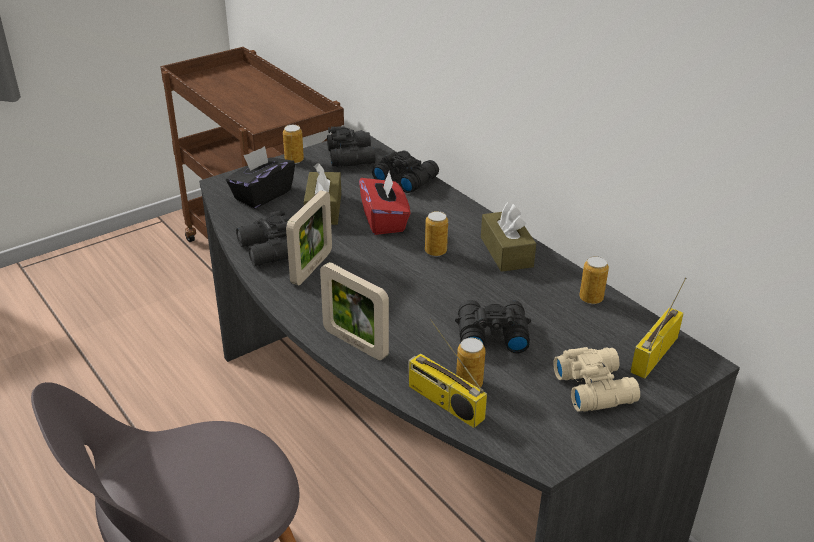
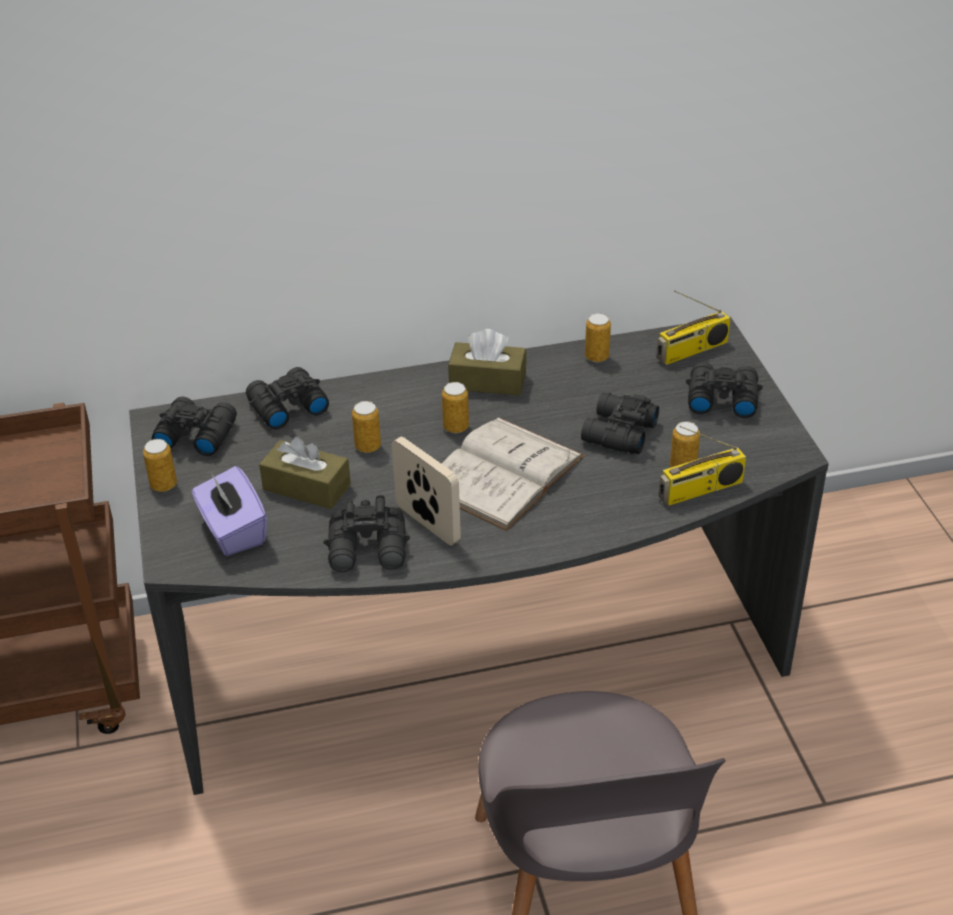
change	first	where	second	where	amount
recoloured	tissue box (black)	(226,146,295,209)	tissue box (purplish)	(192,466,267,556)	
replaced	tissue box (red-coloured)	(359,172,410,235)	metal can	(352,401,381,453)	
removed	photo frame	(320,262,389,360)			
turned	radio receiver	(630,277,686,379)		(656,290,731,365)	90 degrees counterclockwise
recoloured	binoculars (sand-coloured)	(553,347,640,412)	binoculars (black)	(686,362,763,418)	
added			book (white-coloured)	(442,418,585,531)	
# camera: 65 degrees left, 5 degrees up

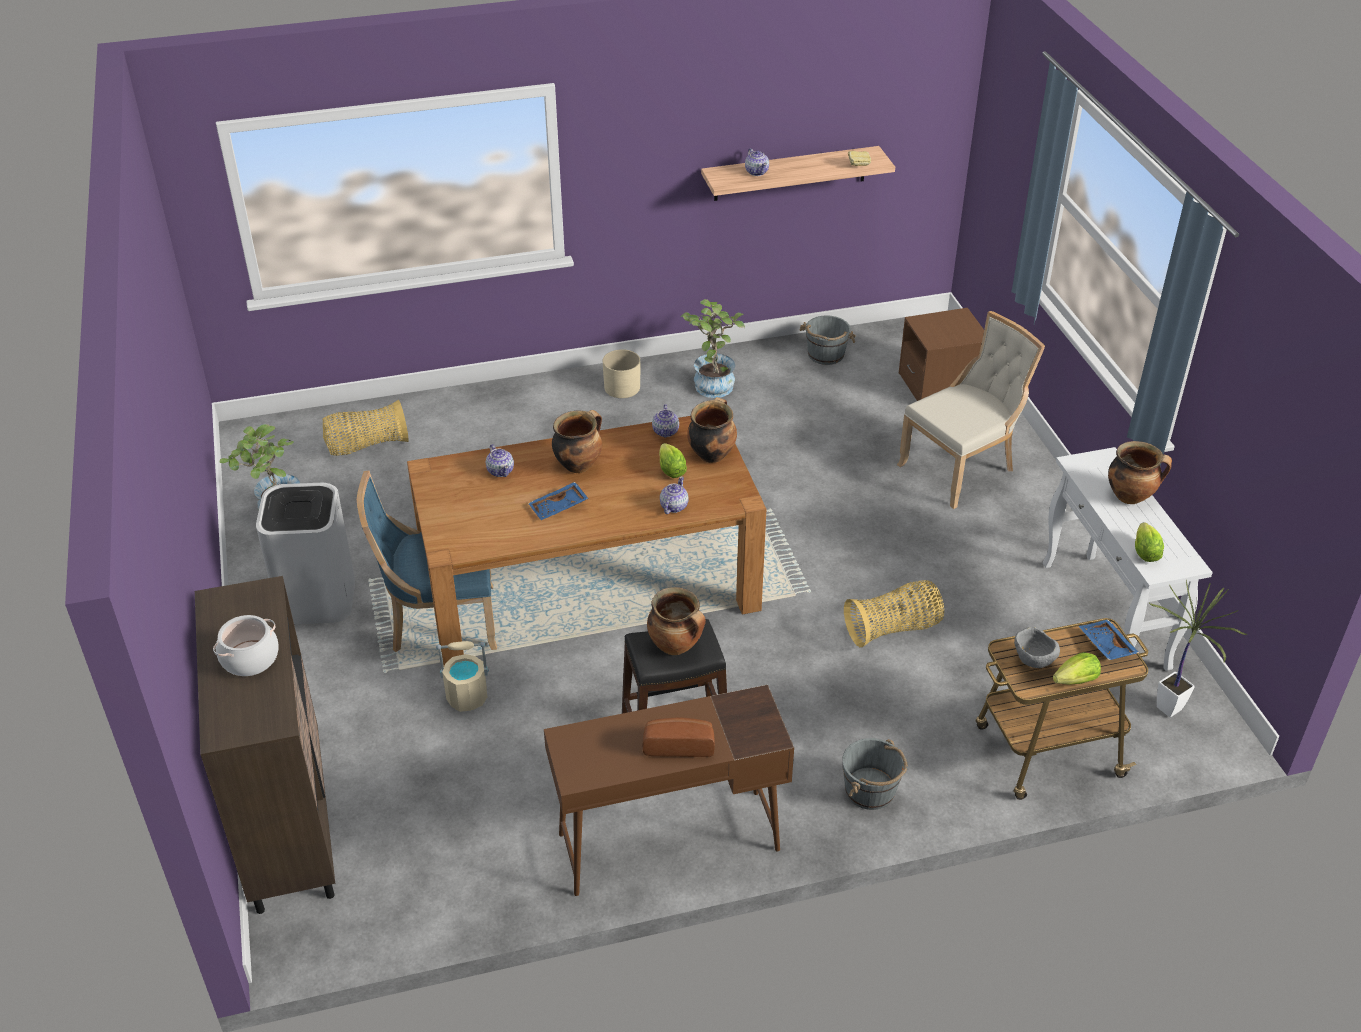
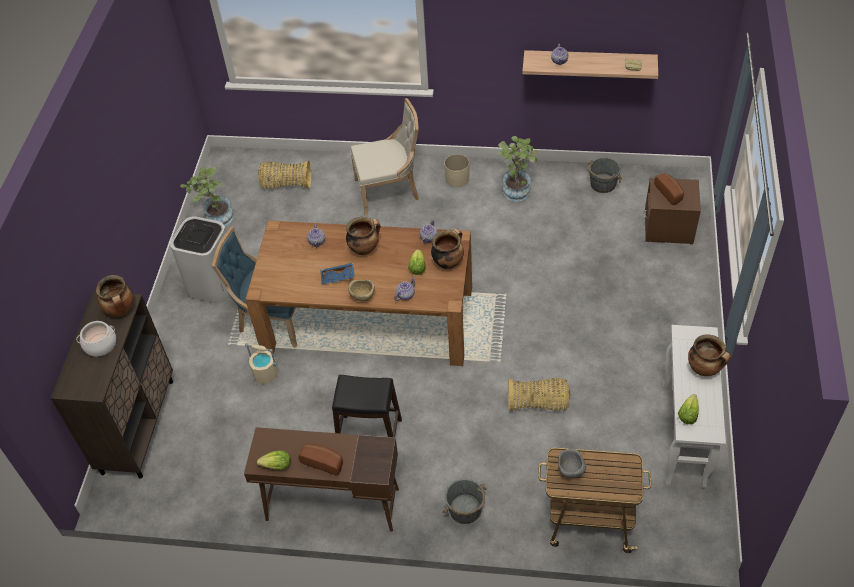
change	first	where	second	where	amount
moved	upright chair (sand-coloured)	(897,311,1045,509)		(350,98,419,216)	
removed	houseplant	(1148,580,1247,717)			
moved	saucepot	(647,587,706,655)		(96,275,133,317)	
removed	tray (blue)	(1079,620,1139,660)			
moved	lettuce	(1053,652,1101,685)		(257,450,291,470)	
added			bakery bread	(654,173,684,205)	
added			bowl (sand-coloured)	(348,280,375,301)	
# camera: 25 degrees right, 10 degrees up

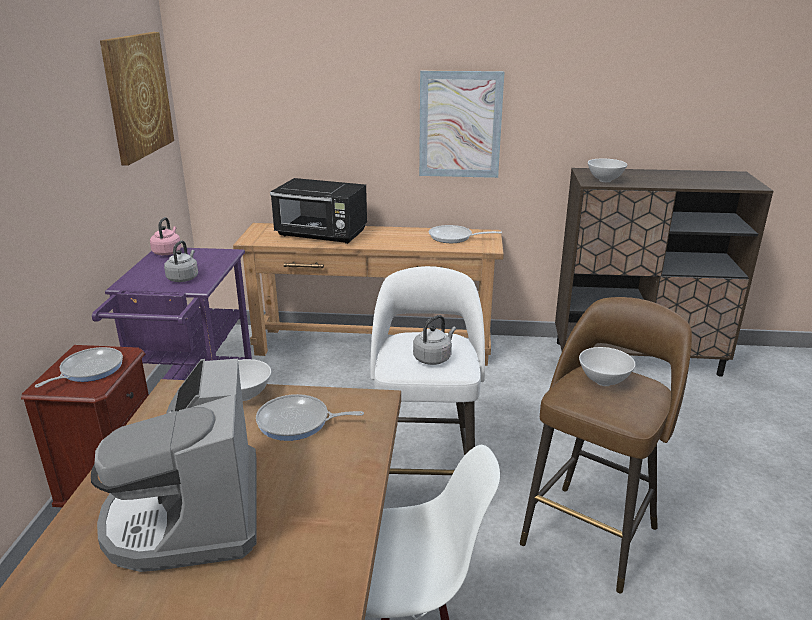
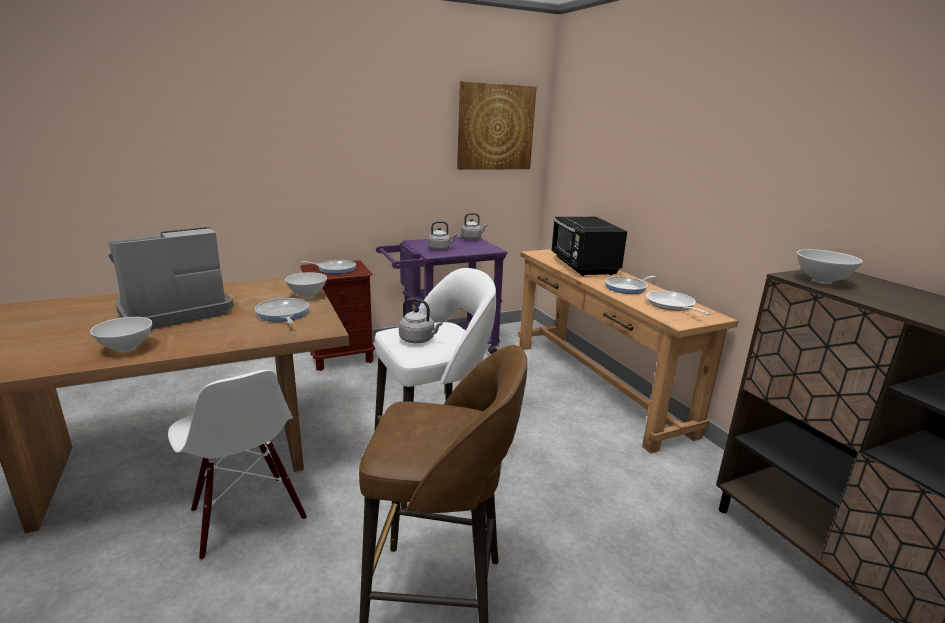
change	first	where	second	where	amount
removed	picture	(419,70,504,178)			
recoloured	water kettle (pink-coloured)	(150,217,181,255)	water kettle (grey)	(461,213,487,240)	
moved	bowl (white-coloured)	(579,347,636,386)		(90,317,152,352)	
added			frying pan	(605,276,656,294)	
# camera: 60 degrees right, 5 degrees down

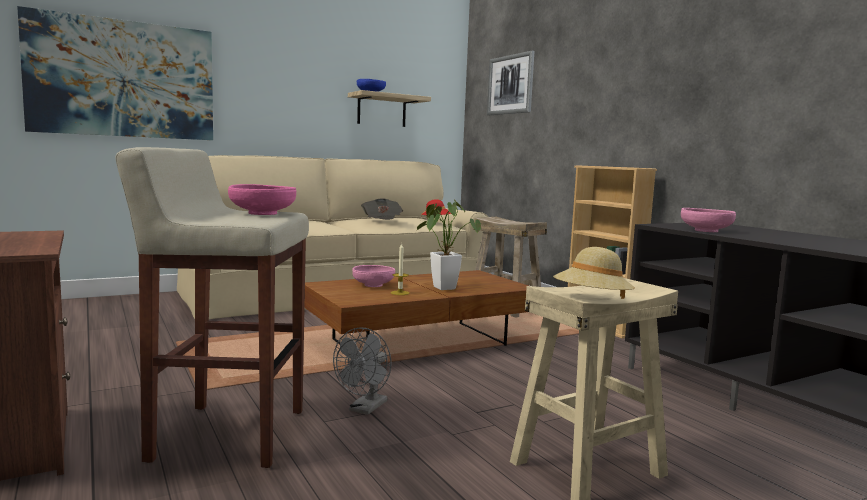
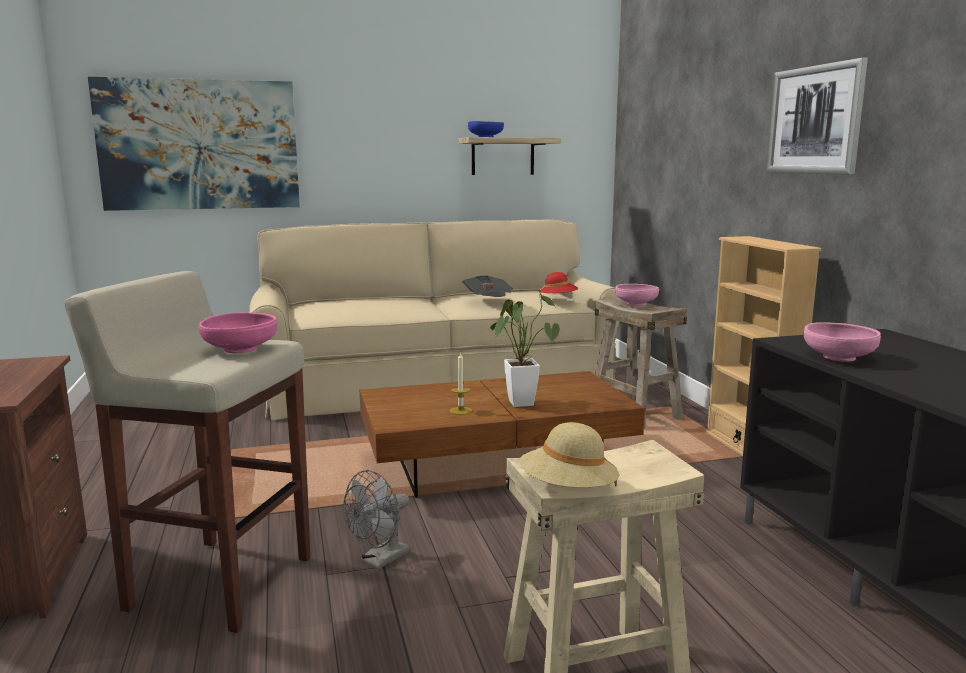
change	first	where	second	where	amount
moved	picture	(487,51,534,115)		(766,57,868,175)	
moved	bowl (pink-coloured)	(352,265,395,287)		(615,284,659,306)	
# camera: 15 degrees right, 5 degrees up

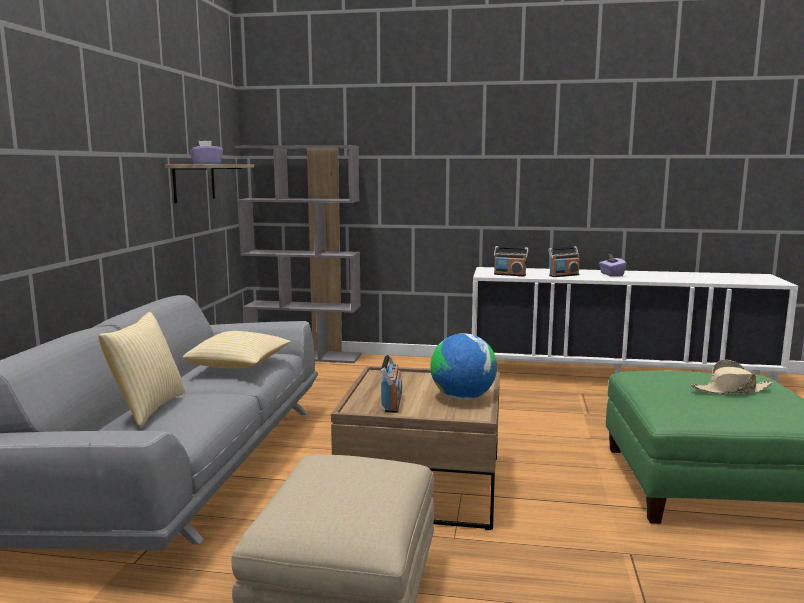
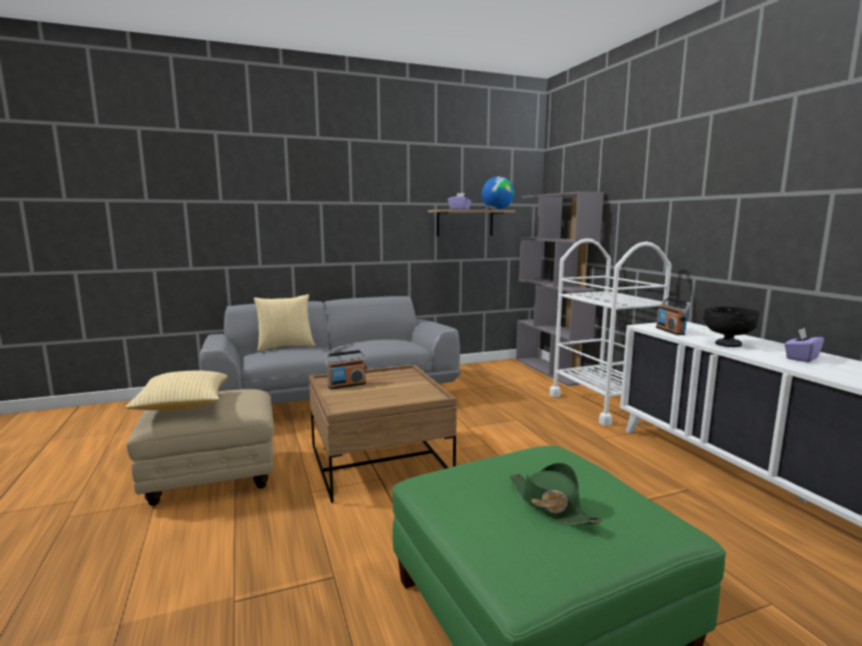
change	first	where	second	where	amount
replaced	radio receiver	(548,246,580,277)	bowl (black)	(703,307,760,347)	
moved	cushion	(183,331,291,369)		(126,370,228,411)	
moved	world globe	(430,333,497,400)		(482,177,514,210)	
recoloured	wearable hat (sand-coloured)	(690,359,774,394)	wearable hat (green)	(510,463,602,524)	
added			trolley (white-coloured)	(549,238,672,426)	
# camera: 60 degrees right, 0 degrees up

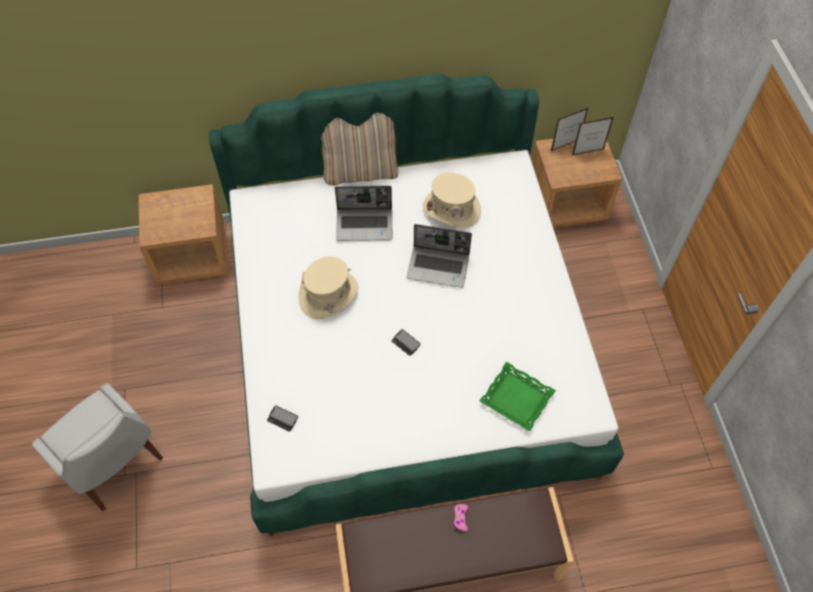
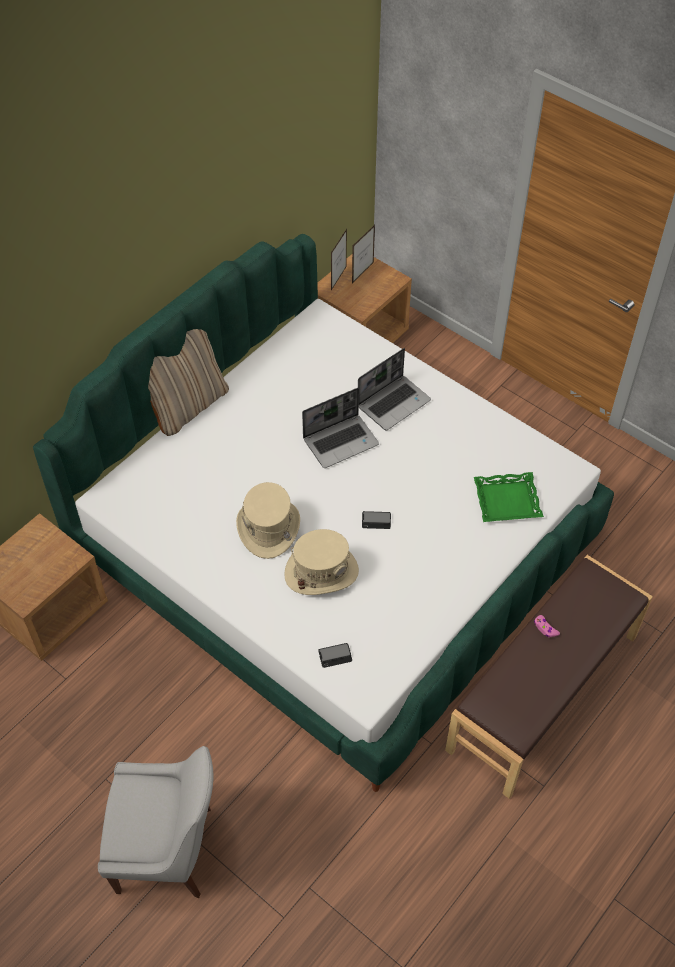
change	first	where	second	where	amount
moved	wearable hat (sand-coloured)	(423,173,481,228)		(284,529,359,595)	
moved	notebook computer	(335,186,392,241)		(358,348,431,430)	
# camera: 40 degrees left, 5 degrees down

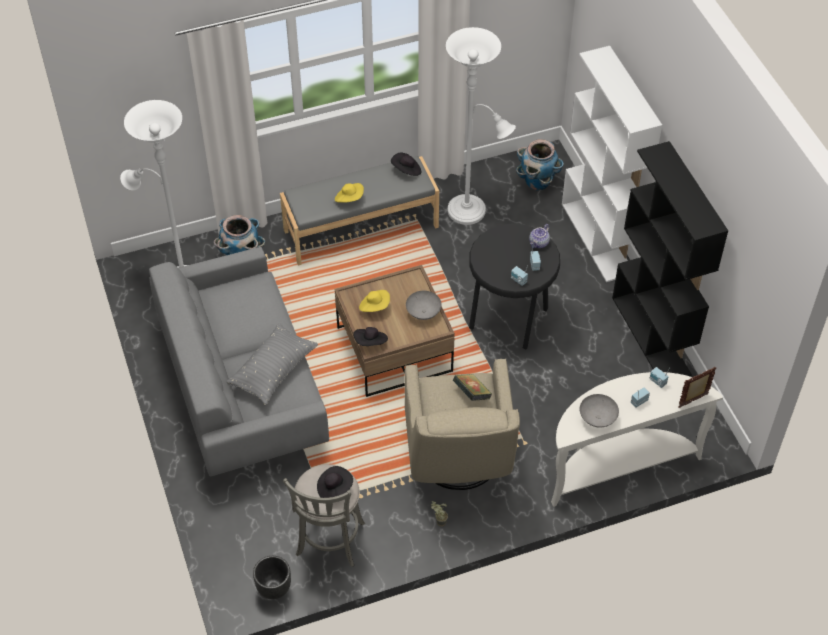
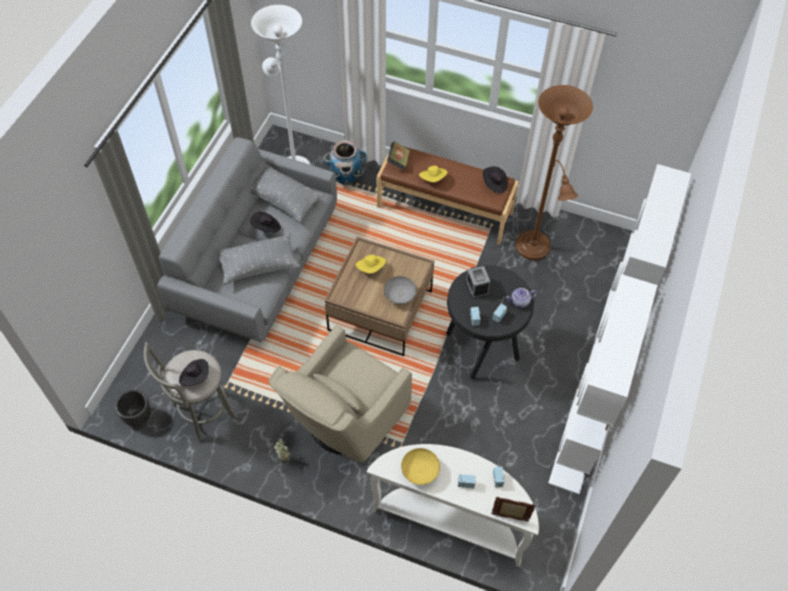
change	first	where	second	where	amount
recoloured	standard lamp (white-coloured)	(446,27,516,225)	standard lamp (brownish)	(516,85,593,260)	
removed	plant pot	(516,139,564,191)			
recoloured	bookcase (black)	(612,141,728,376)	bookcase (white-coloured)	(548,274,658,494)	
recoloured	indoor bench (grey)	(280,156,439,266)	indoor bench (brownish)	(377,146,519,245)	
moved	wearable hat (black)	(353,327,388,346)		(250,212,281,233)	
moved	book	(453,374,492,401)		(387,142,410,170)	
recoloured	bowl (grey)	(580,394,619,428)	bowl (yellow)	(401,448,440,485)	
added			cushion (grey)	(250,164,324,222)	
added			table clock	(466,266,490,299)	
# camera: 40 degrees right, 5 degrees up

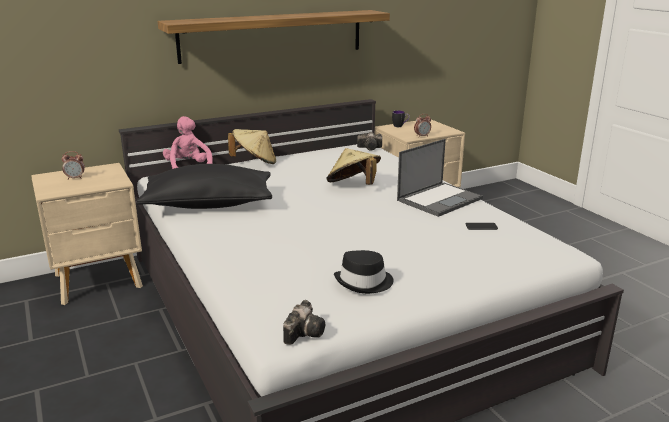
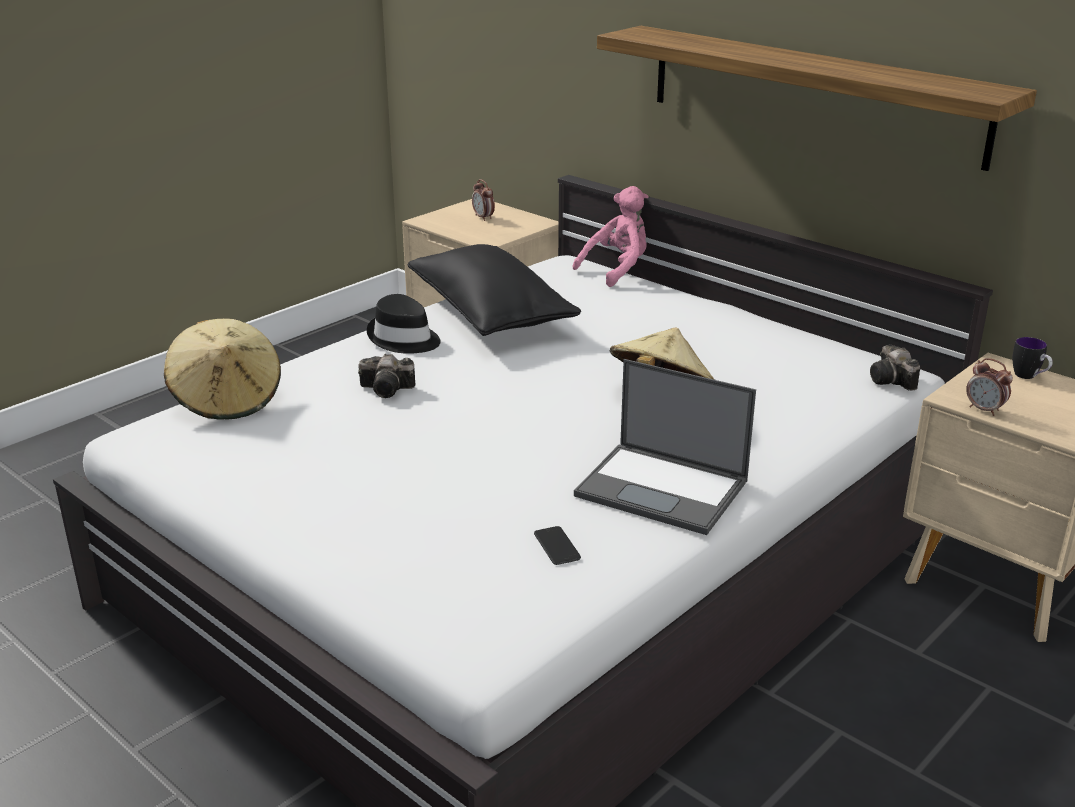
change	first	where	second	where	amount
moved	wearable hat (sand-coloured)	(228,129,276,164)		(164,319,281,420)	
moved	wearable hat (black)	(334,250,394,294)		(367,294,441,354)	
moved	still camera	(283,300,325,345)		(358,354,415,398)	
# camera: 70 degrees right, 5 degrees up

